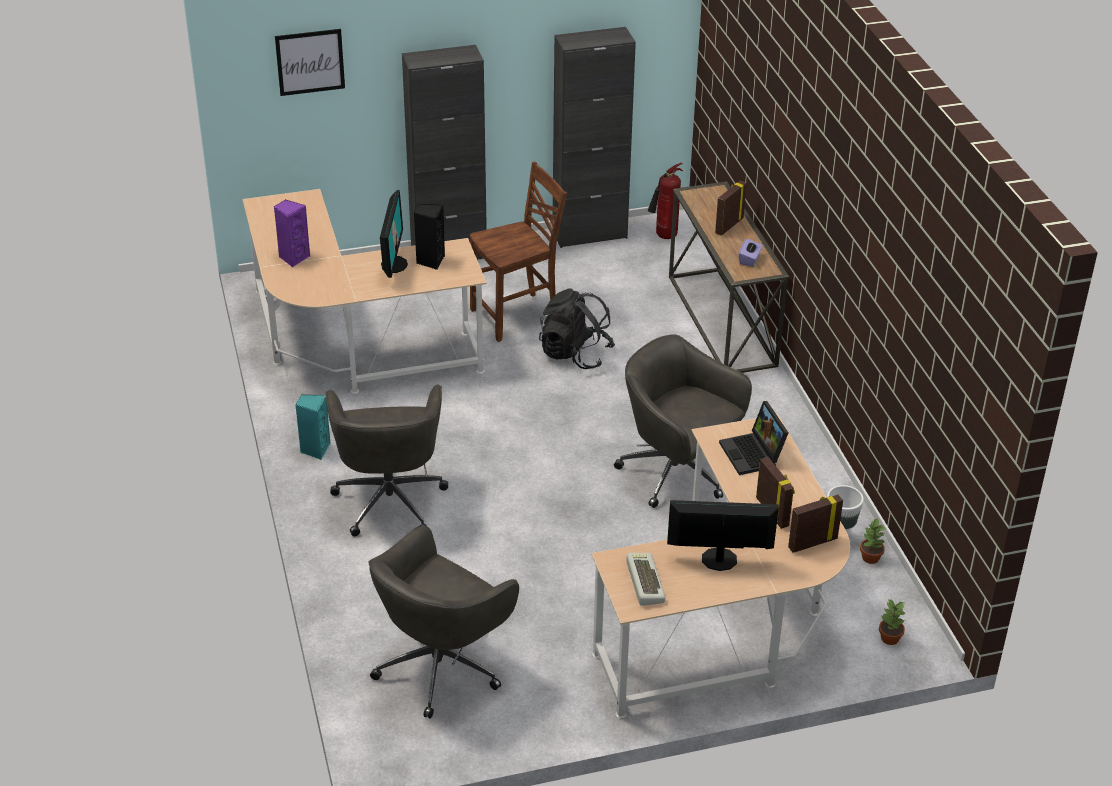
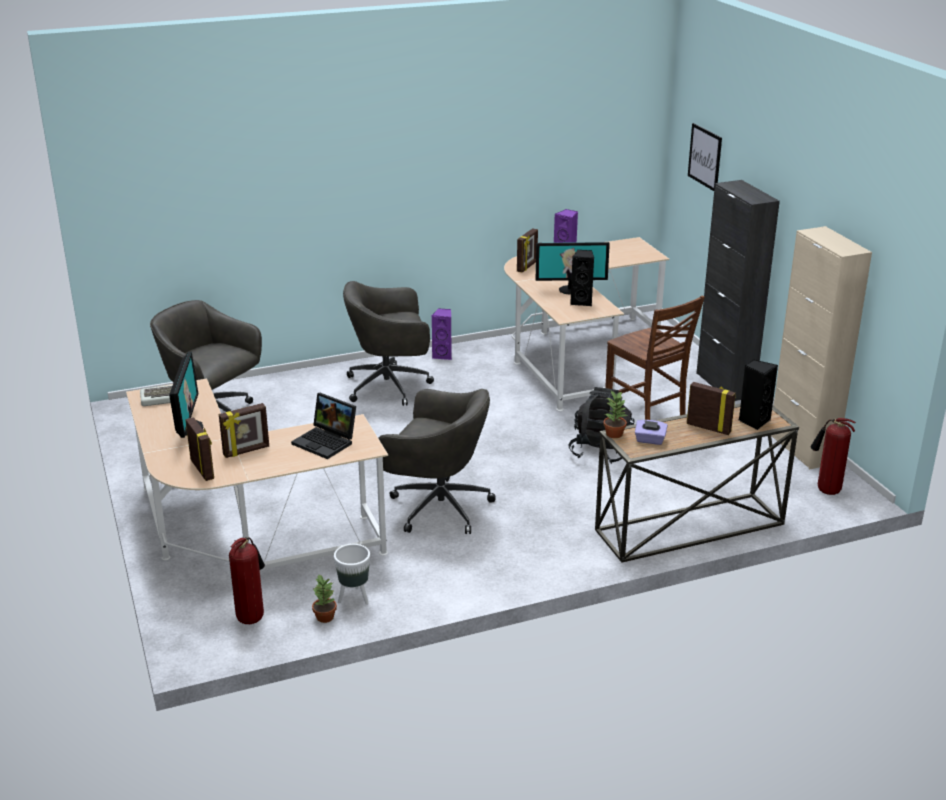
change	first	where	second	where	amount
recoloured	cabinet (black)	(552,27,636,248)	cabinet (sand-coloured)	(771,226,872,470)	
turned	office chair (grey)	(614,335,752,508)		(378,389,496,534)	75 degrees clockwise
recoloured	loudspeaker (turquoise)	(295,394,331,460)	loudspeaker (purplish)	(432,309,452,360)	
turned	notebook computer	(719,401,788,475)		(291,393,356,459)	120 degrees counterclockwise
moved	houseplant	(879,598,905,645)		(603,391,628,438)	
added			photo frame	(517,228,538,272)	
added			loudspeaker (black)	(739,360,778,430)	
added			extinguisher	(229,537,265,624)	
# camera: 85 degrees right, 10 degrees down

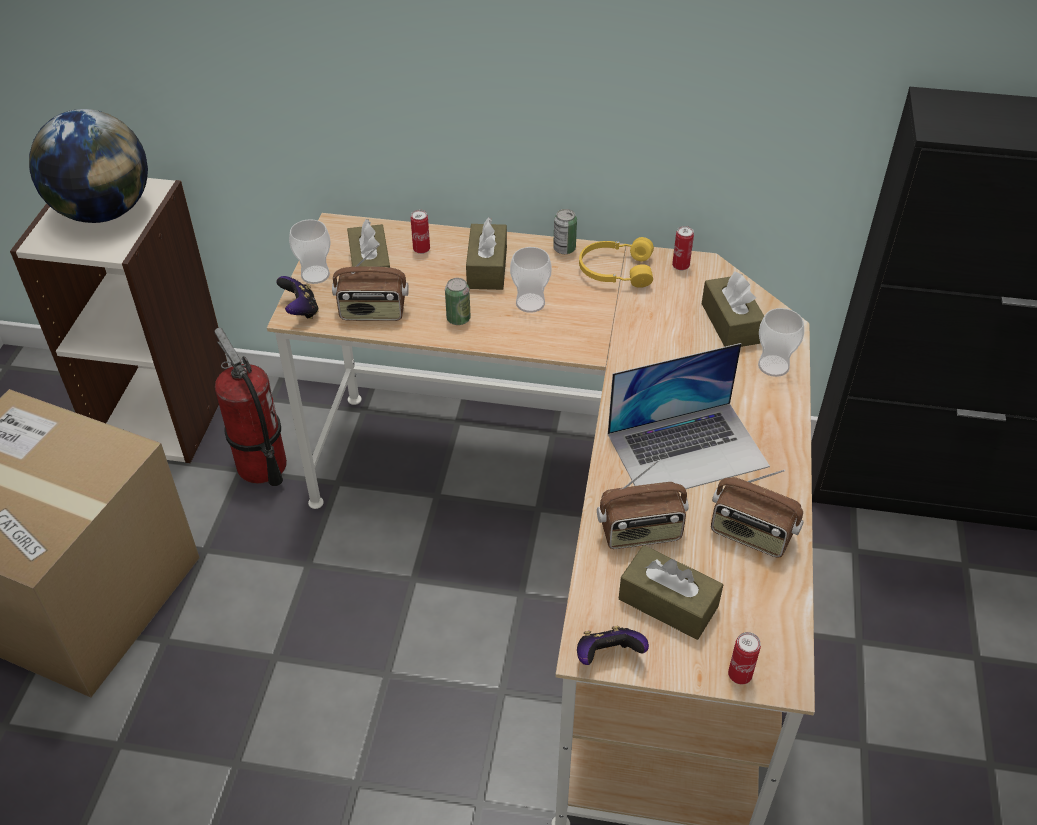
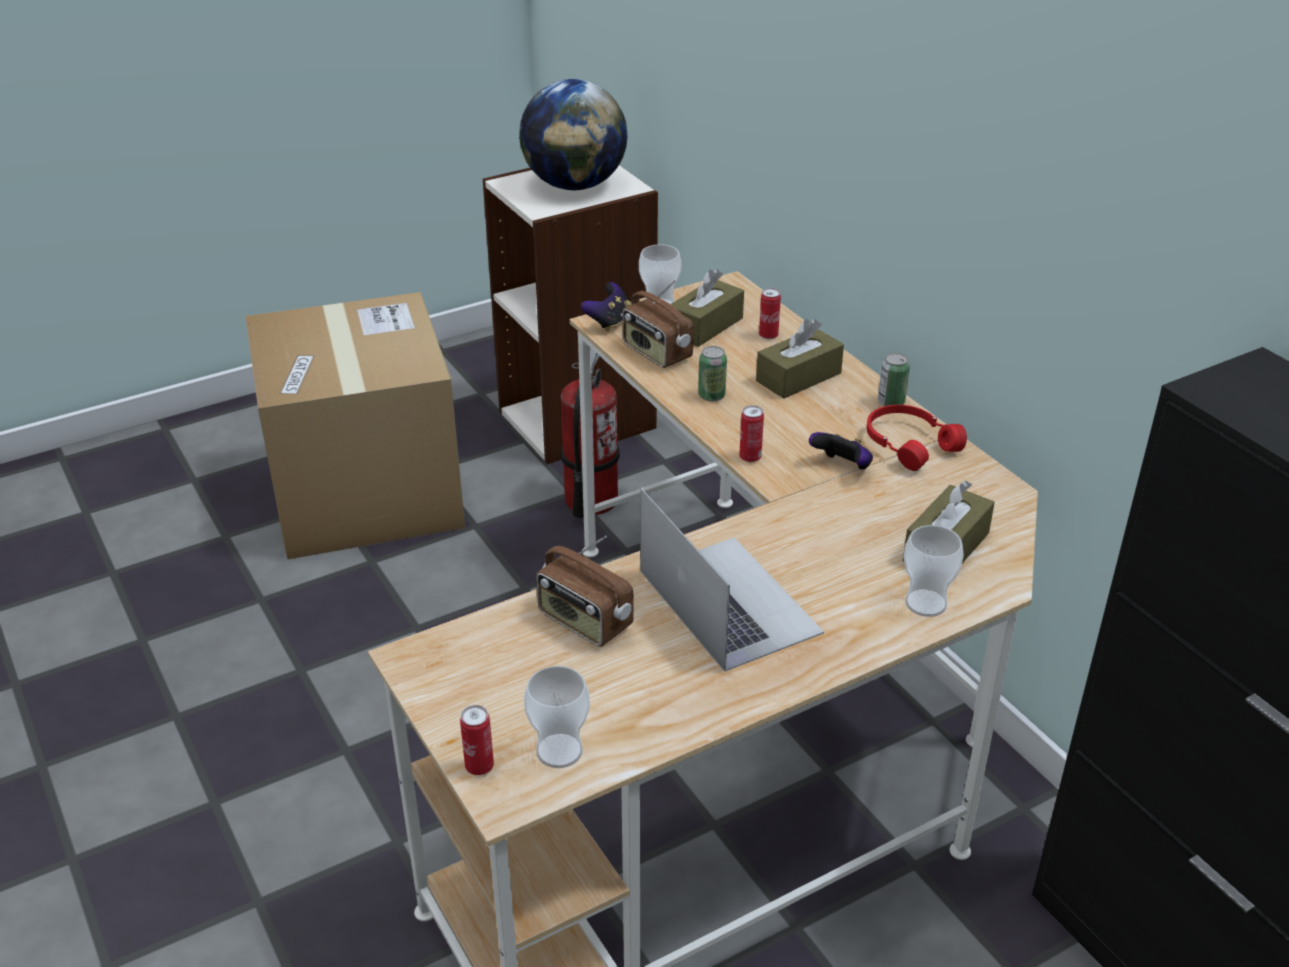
change	first	where	second	where	amount
moved	metal can	(672,226,694,270)		(739,405,764,462)	
recoloured	pair of headphones (yellow)	(579,237,654,288)	pair of headphones (red-coloured)	(866,405,967,471)	
moved	drinking cup	(510,247,552,313)		(524,666,590,768)	
turned	notebook computer	(608,343,770,489)		(640,488,824,672)	150 degrees counterclockwise
removed	radio receiver	(711,469,804,558)			
removed	tissue box (brownish)	(619,545,723,640)			
moved	game controller	(577,626,649,665)		(809,432,873,469)	
# camera: 50 degrees right, 10 degrees down

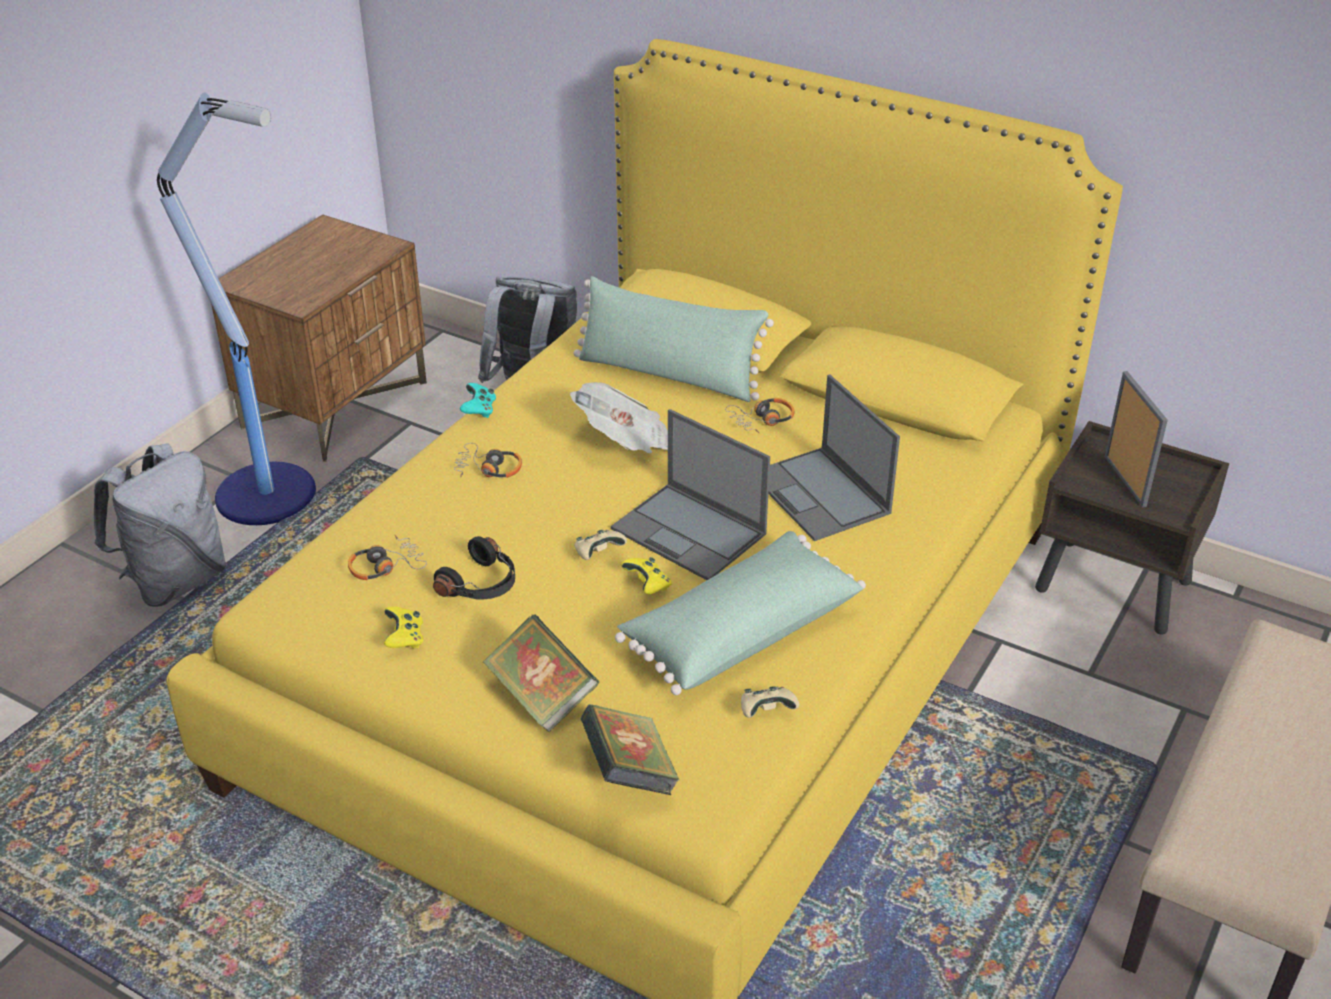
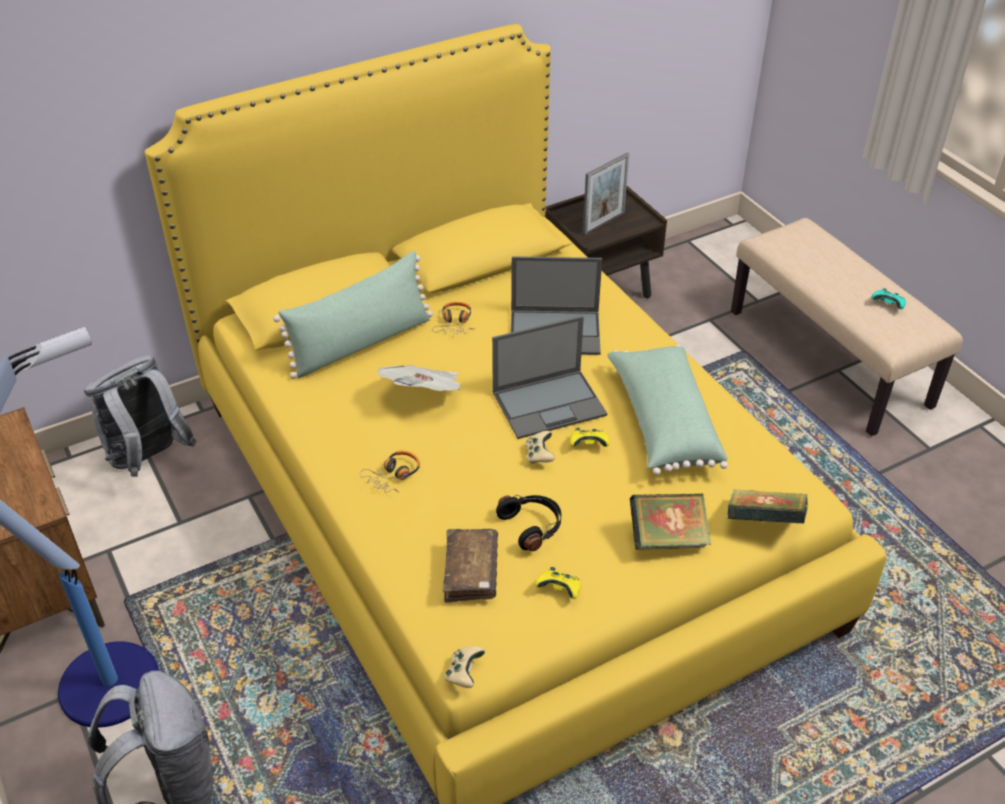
change	first	where	second	where	amount
turned	photo frame	(1105,371,1168,507)		(583,153,629,235)	120 degrees clockwise
moved	game controller (turquoise)	(460,383,496,418)		(872,288,906,309)	
replaced	pair of headphones	(348,535,427,580)	book (brownish)	(443,529,498,603)	
moved	game controller (sand-coloured)	(741,686,799,718)		(444,646,485,688)	
# camera: 60 degrees left, 5 degrees up

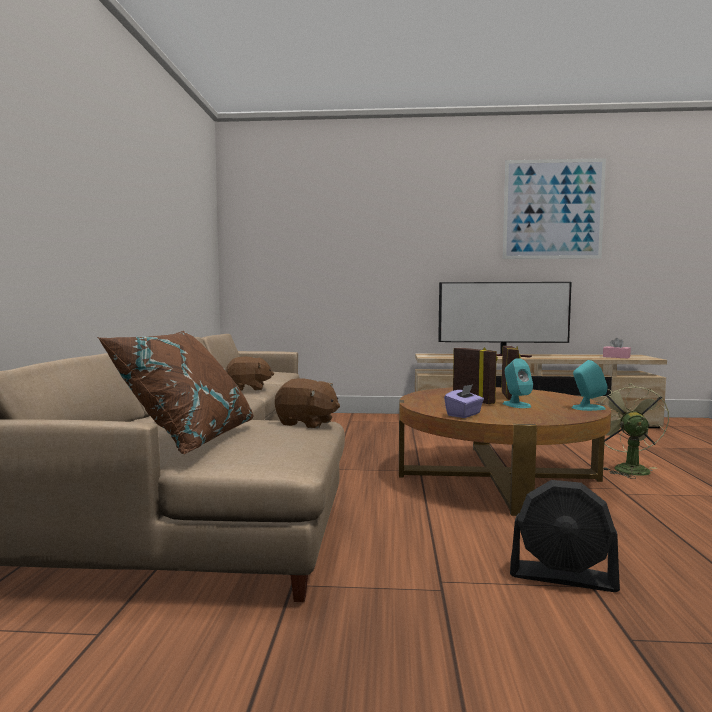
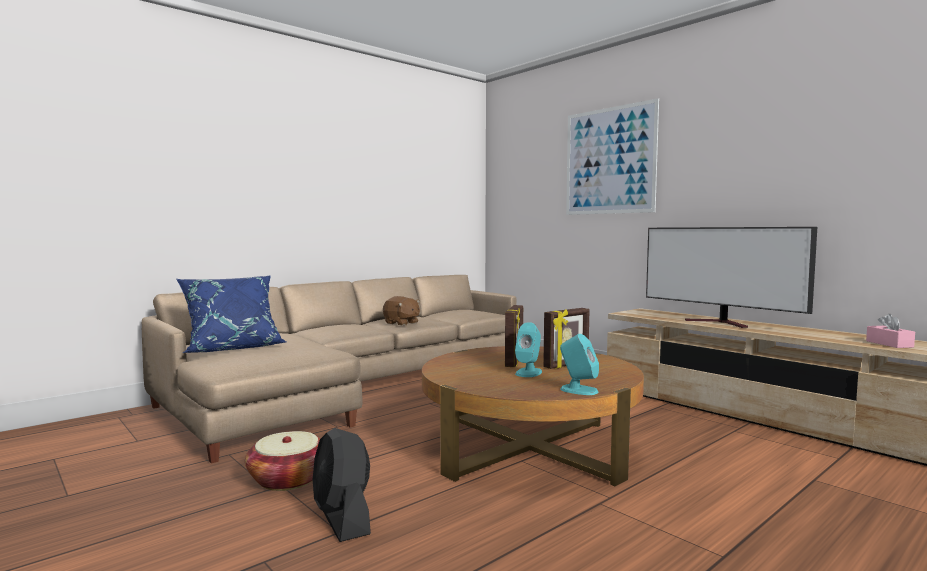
change	first	where	second	where	amount
moved	picture	(503,158,606,259)		(566,98,659,215)	
recoloured	cushion (brownish)	(97,331,253,454)	cushion (blue)	(176,275,287,353)	
removed	plush toy (brownish)	(275,378,340,429)			
removed	cooling fan (green)	(601,383,669,479)			
removed	tissue box (purplish)	(444,384,484,418)			
added			storage basket	(245,431,320,491)	
# camera: 45 degrees right, 0 degrees up

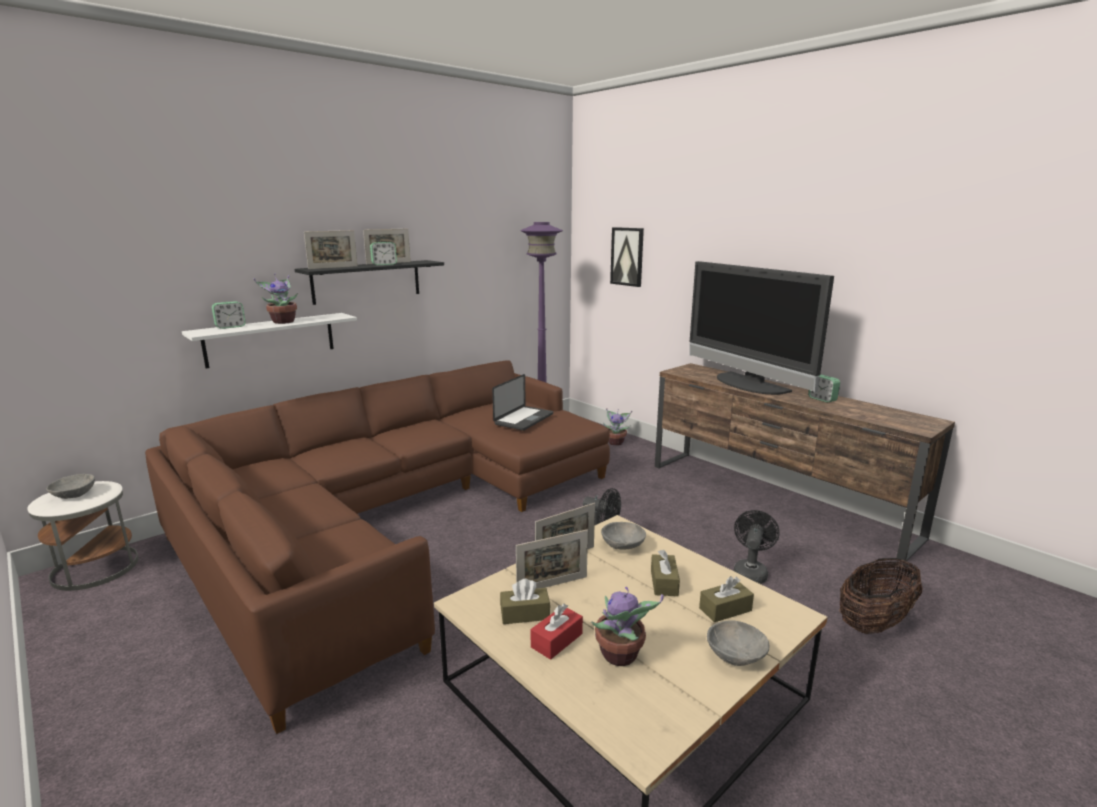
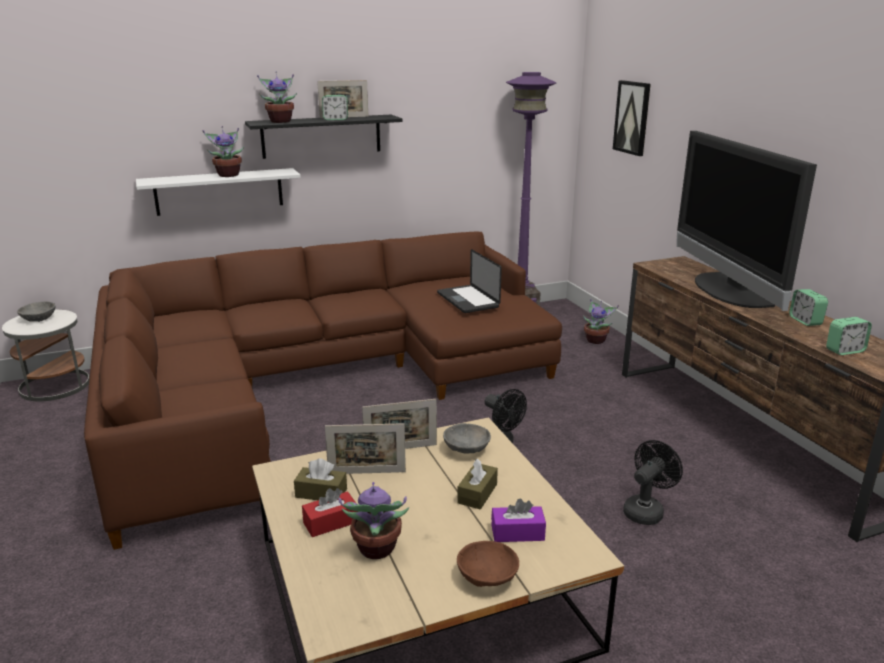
change	first	where	second	where	amount
replaced	photo frame	(304,230,358,269)	houseplant	(257,71,297,123)	
moved	table clock	(212,301,246,329)		(826,317,872,355)	
turned	notebook computer	(492,374,553,431)		(437,249,502,313)	105 degrees clockwise
removed	storage basket	(839,558,923,634)			
recoloured	tissue box (brownish)	(699,576,754,622)	tissue box (purplish)	(491,499,546,542)	
recoloured	bowl (grey)	(707,620,769,666)	bowl (brownish)	(457,541,519,587)	
# camera: 20 degrees right, 5 degrees up

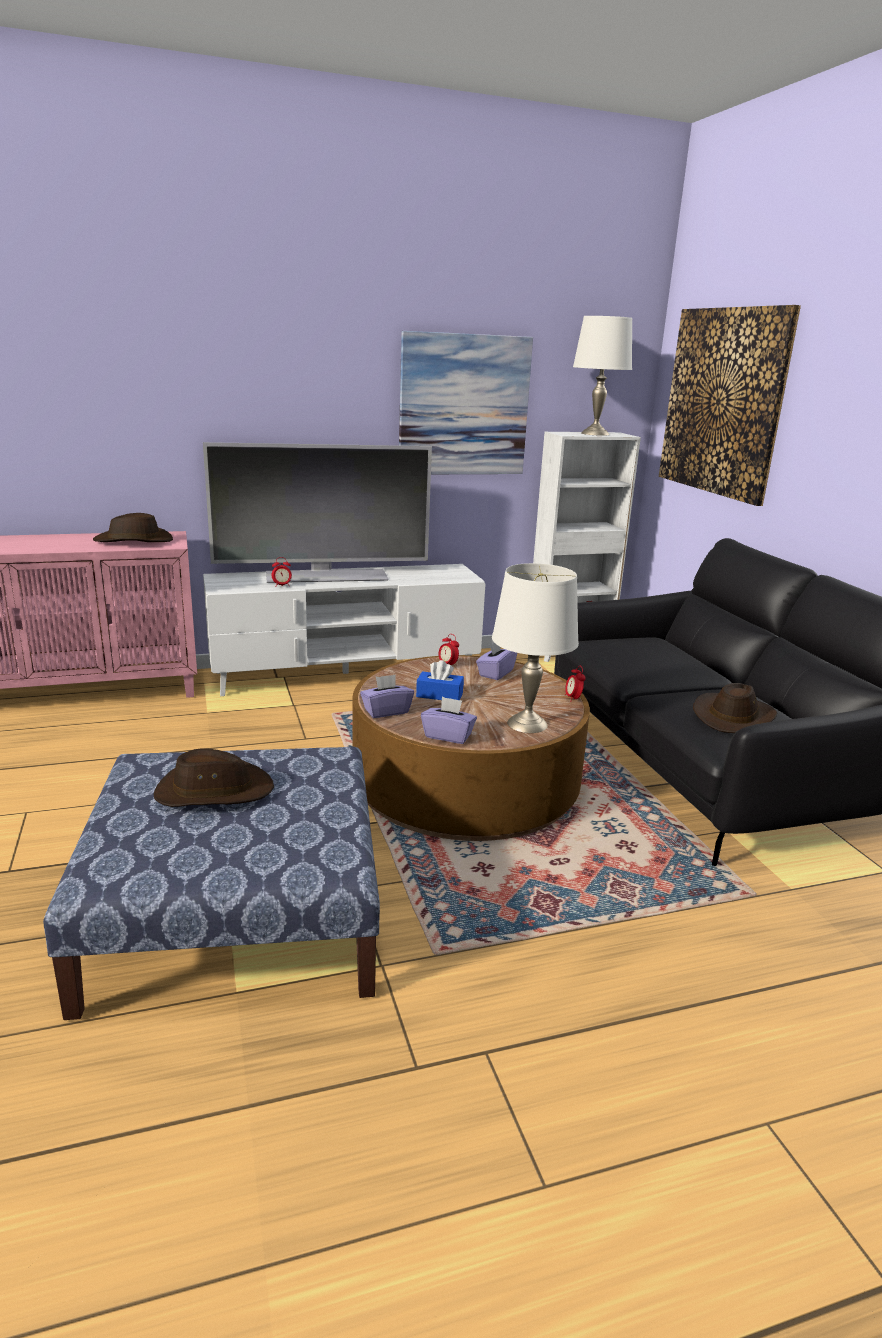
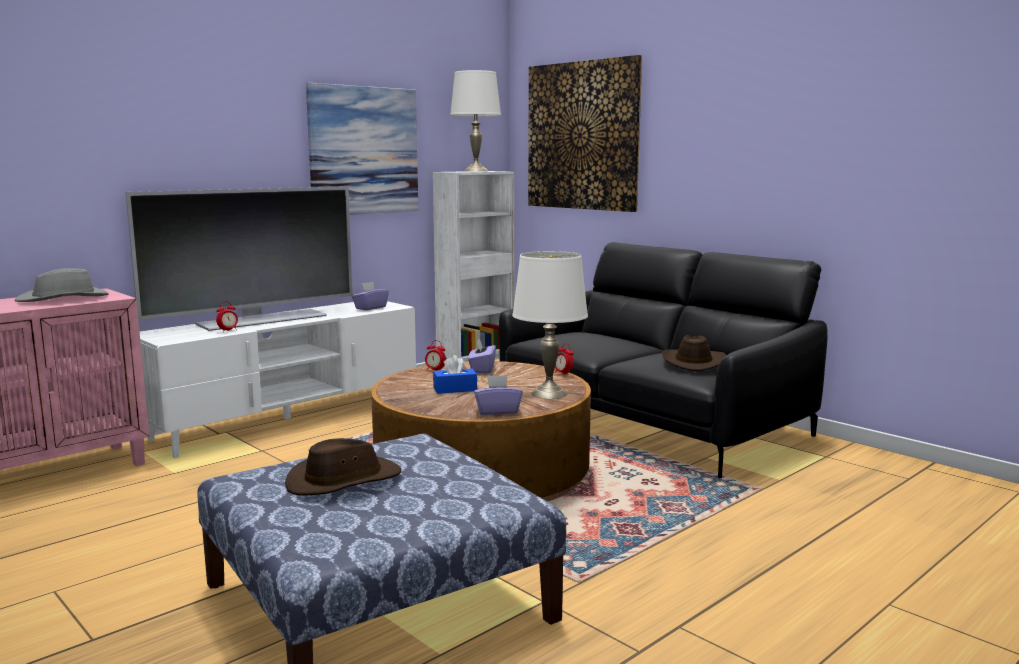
change	first	where	second	where	amount
recoloured	wearable hat (brownish)	(93,513,173,542)	wearable hat (grey)	(15,268,109,302)	
moved	tissue box (purplish)	(360,674,414,718)		(352,282,389,310)	
# camera: 25 degrees left, 10 degrees down

